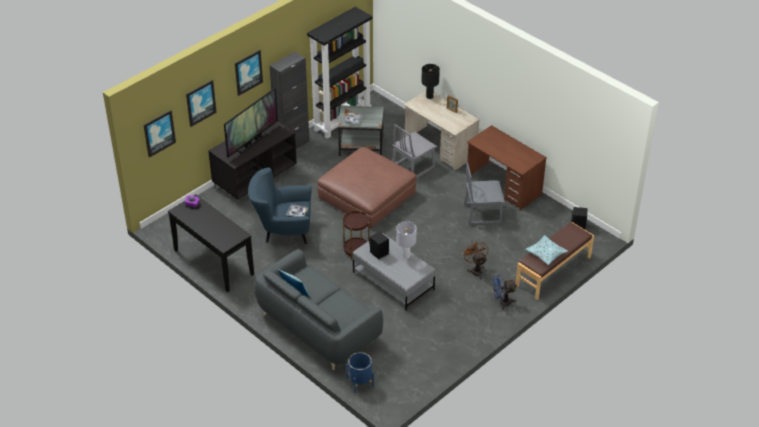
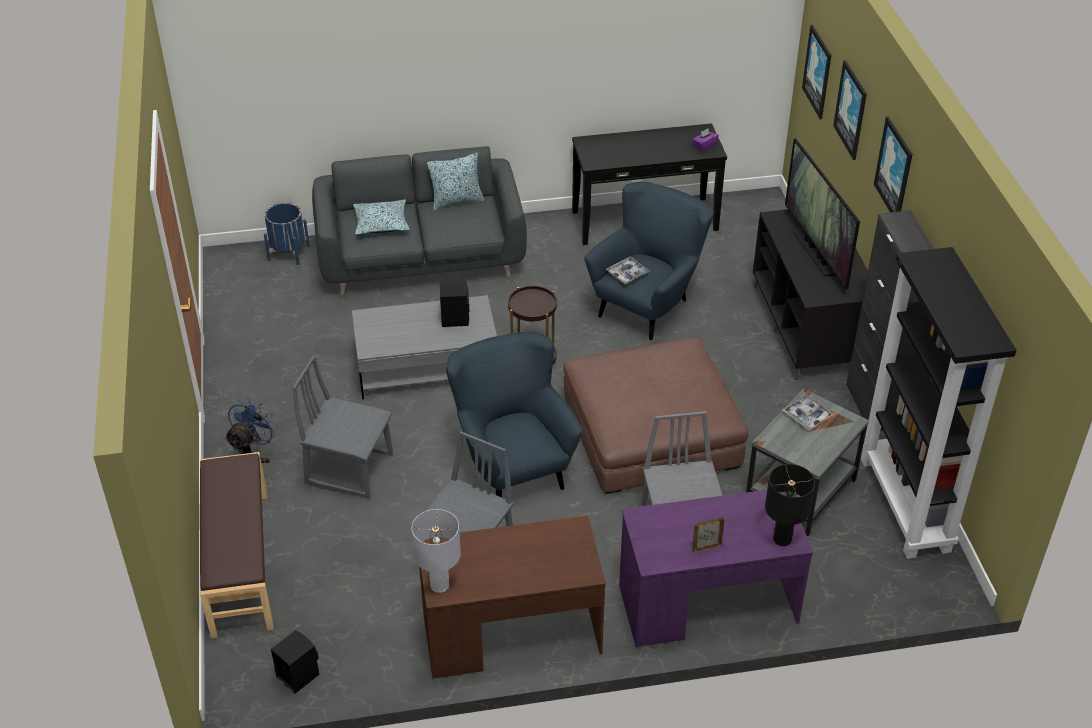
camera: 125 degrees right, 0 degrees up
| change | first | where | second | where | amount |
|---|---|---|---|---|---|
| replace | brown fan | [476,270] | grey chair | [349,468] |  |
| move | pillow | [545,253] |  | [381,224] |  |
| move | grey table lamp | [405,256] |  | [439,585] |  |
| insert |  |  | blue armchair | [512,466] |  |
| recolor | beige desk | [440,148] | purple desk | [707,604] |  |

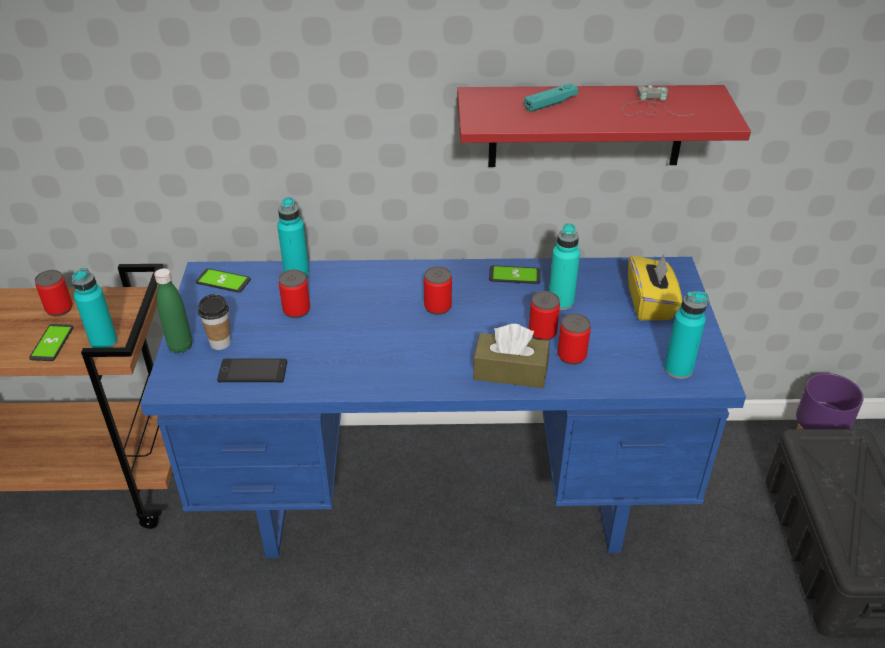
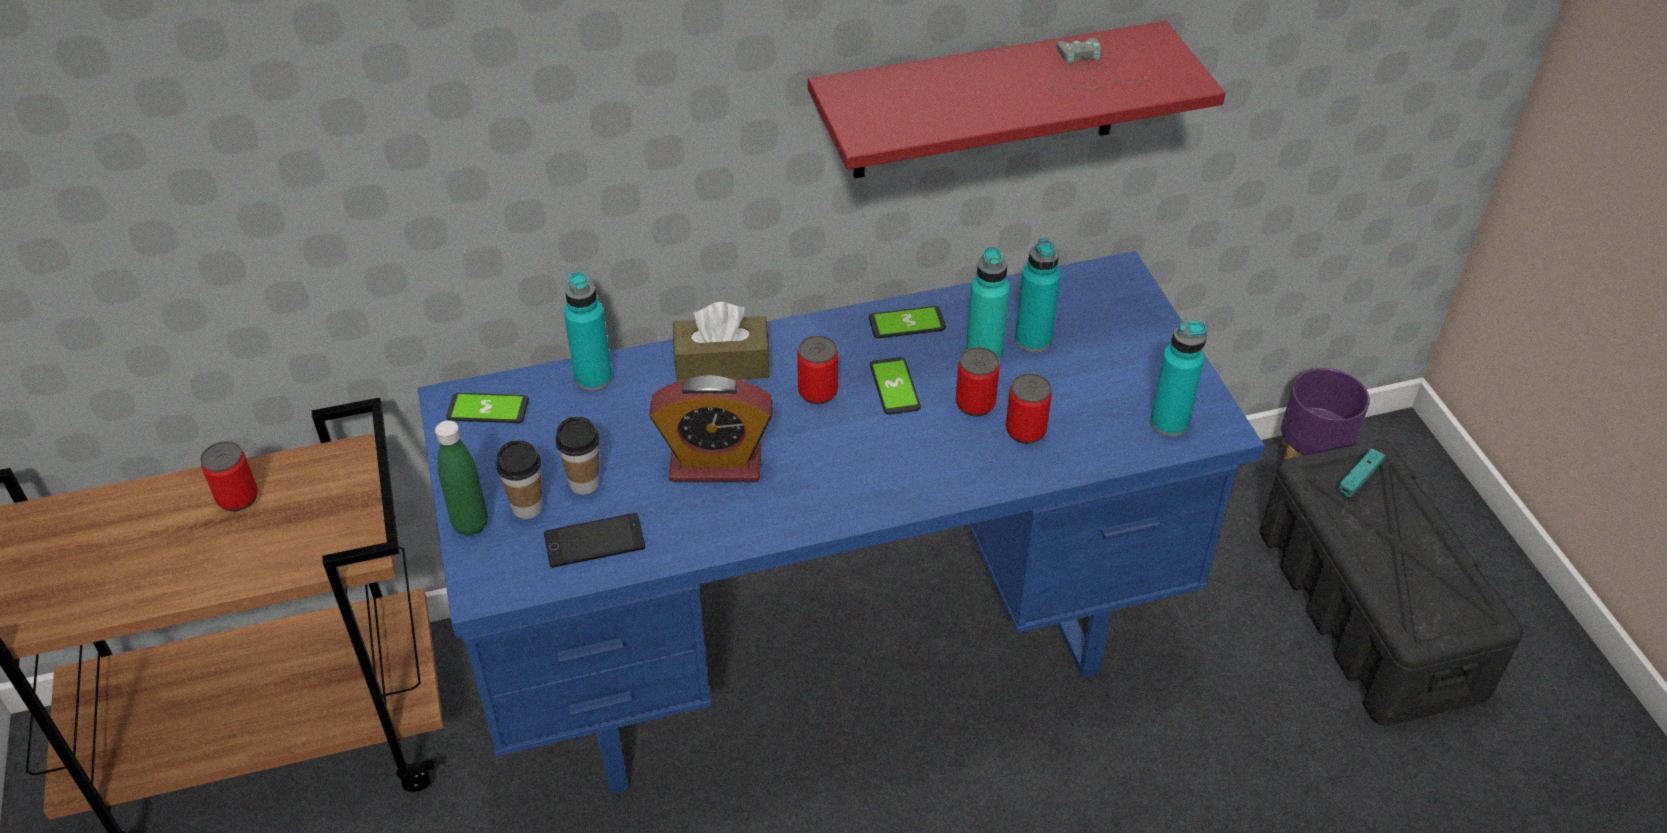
camera: 15 degrees left, 5 degrees up
| change | first | where | second | where | amount |
|---|---|---|---|---|---|
| insert |  |  | cup | [584,483] |  |
| insert |  |  | alarm clock | [715,464] |  |
| move | brown tissue box | [510,371] |  | [722,364] |  |
| move | phone | [52,343] |  | [894,387] |  |
| move | turquoise bottle | [104,342] |  | [1033,340] |  |
| move | turquoise game controller | [550,103] |  | [1359,478] |  |
| delete | can | [296,310] |  |  |  |
| delete | yellow tissue box | [650,304] |  |  |  |

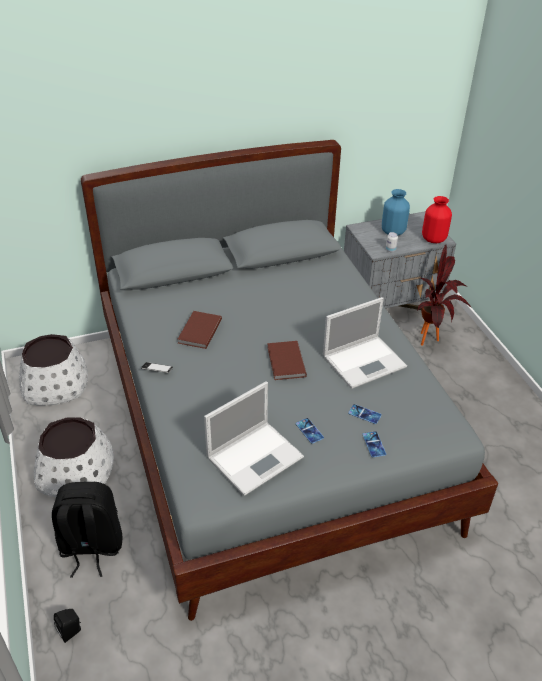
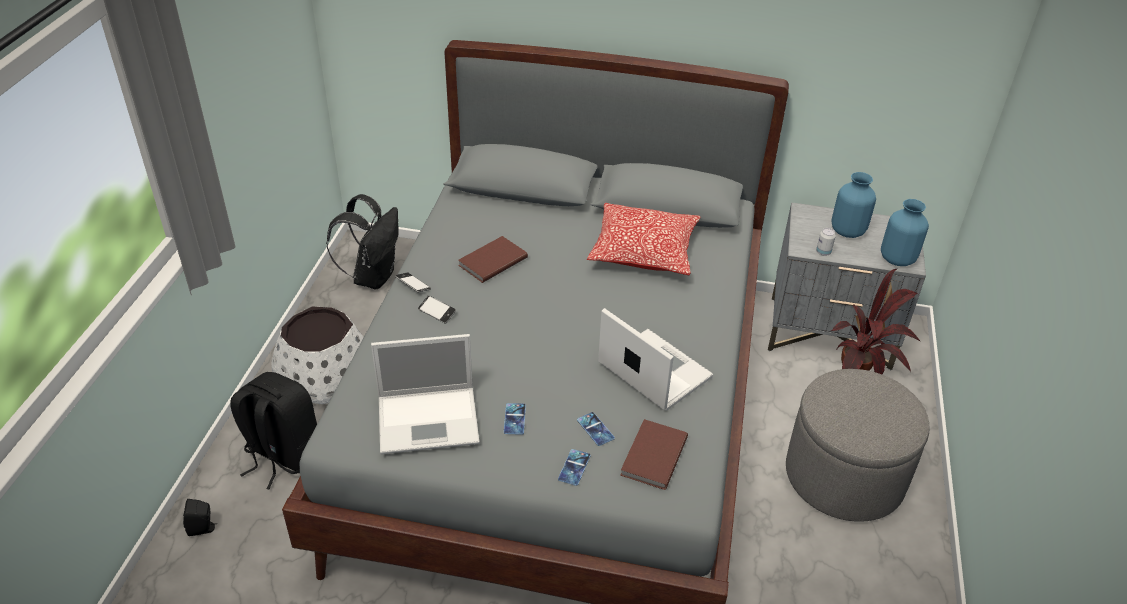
camera: 30 degrees right, 0 degrees up
| change | first | where | second | where | amount |
|---|---|---|---|---|---|
| replace | white planter | [56,385] | black backpack | [373,276] |  |
| insert |  |  | phone | [437,312] |  |
| insert |  |  | pillow | [643,251] |  |
| rotate | laptop | [365,361] |  | [652,369] | 135 degrees counterclockwise |
| move | brown book | [285,362] |  | [652,456] |  |
| insert |  |  | grey ottoman | [844,476] |  |
| recolor | red vase | [434,239] | blue vase | [898,259] |  |

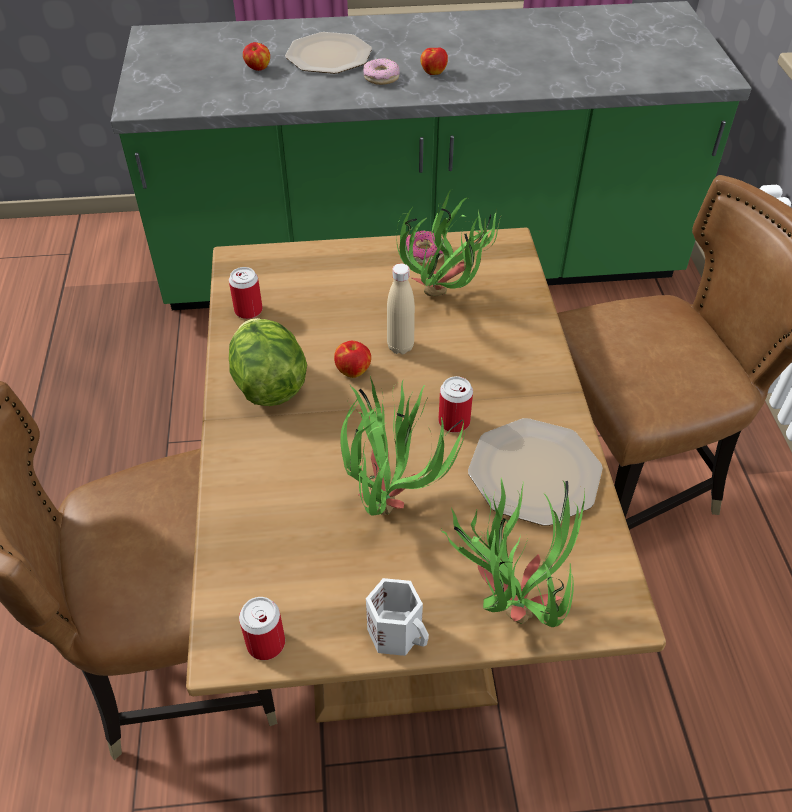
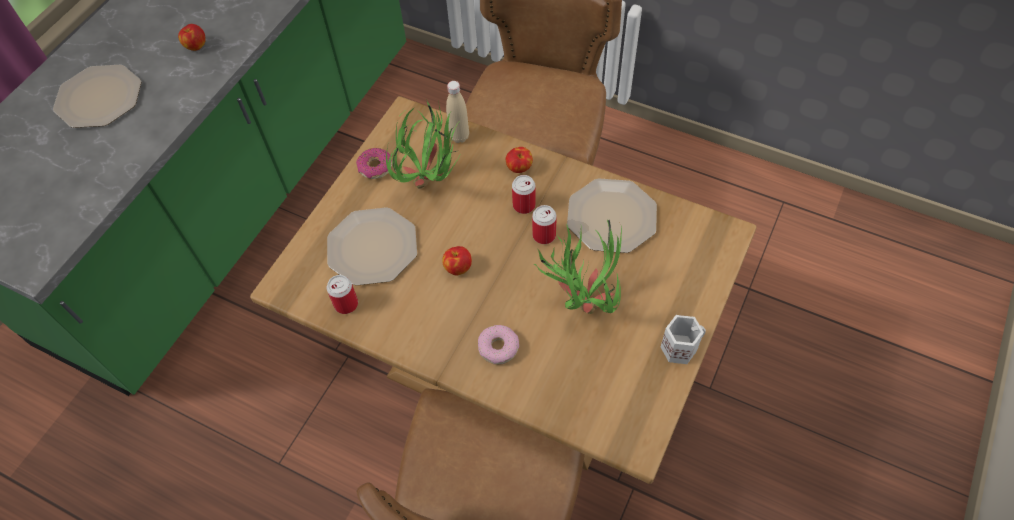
camera: 55 degrees left, 10 degrees up
| change | first | where | second | where | amount |
|---|---|---|---|---|---|
| insert |  |  | plate | [371,247] |  |
| move | beige bottle | [400,347] |  | [459,136] |  |
| move | donut | [381,77] |  | [498,347] |  |
| move | apple | [258,68] |  | [519,168] |  |
| move | can | [266,643] |  | [524,205] |  |
| delete | lettuce | [269,385] |  |  |  |
| delete | potted plant | [508,600] |  |  |  |

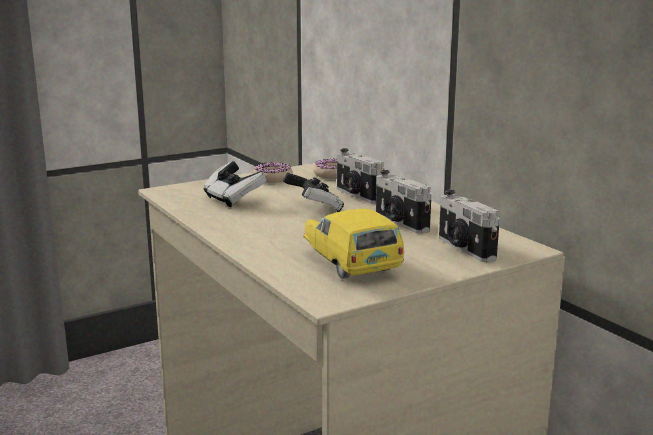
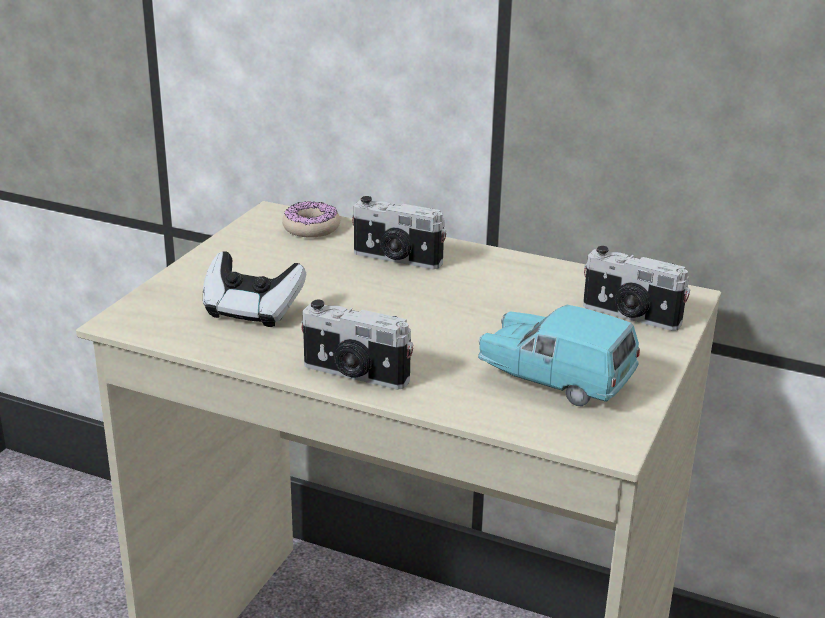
camera: 35 degrees left, 10 degrees up
| change | first | where | second | where | amount |
|---|---|---|---|---|---|
| move | photo camera | [399,223] |  | [355,375] |  |
| recolor | yellow toy car | [350,264] | turquoise toy car | [555,380] |  |
| delete | donut | [272,178] |  |  |  |
| delete | game controller | [314,210] |  |  |  |

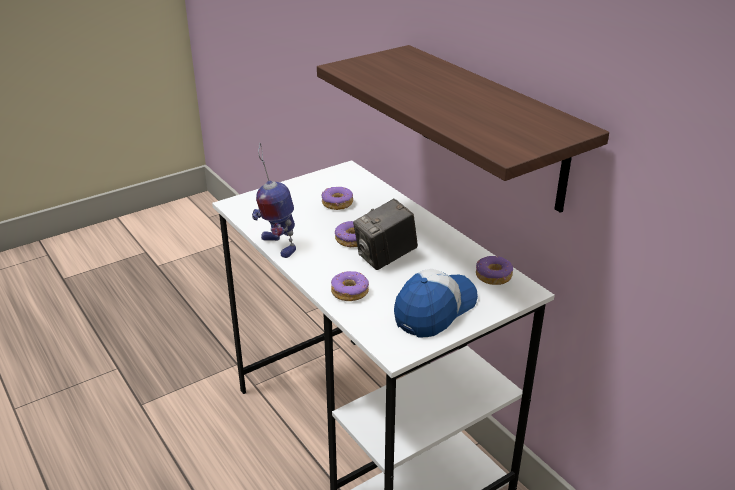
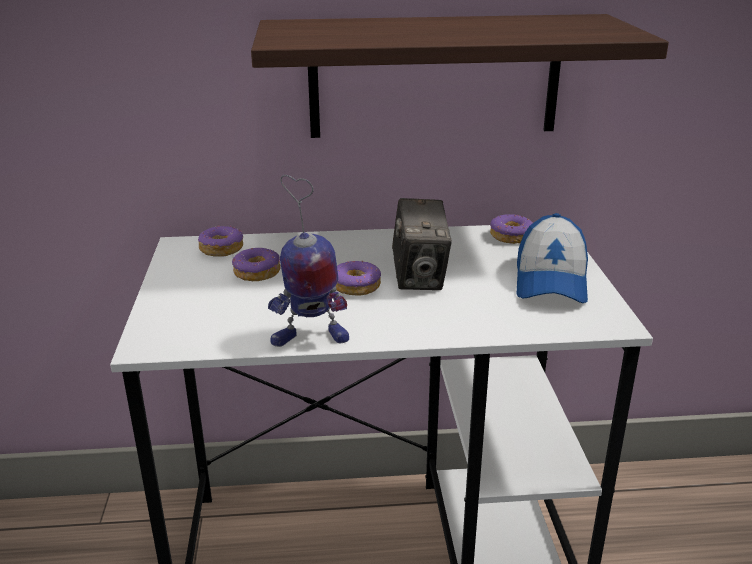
camera: 60 degrees left, 5 degrees down
| change | first | where | second | where | amount |
|---|---|---|---|---|---|
| move | donut | [350,292] |  | [221,249] |  |
| rotate | cap | [435,310] |  | [550,281] | 150 degrees counterclockwise |

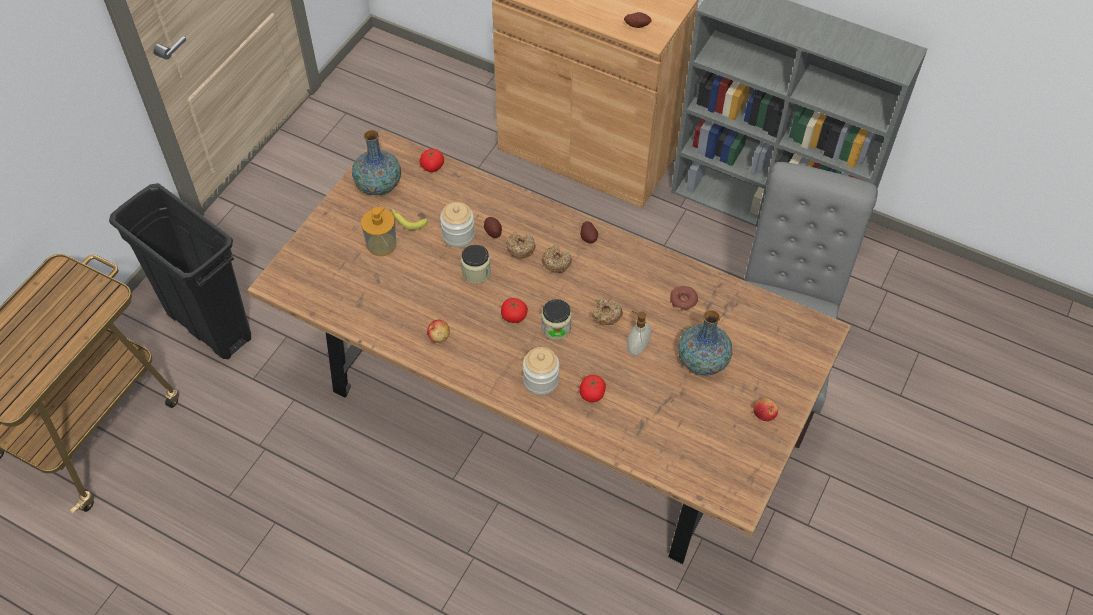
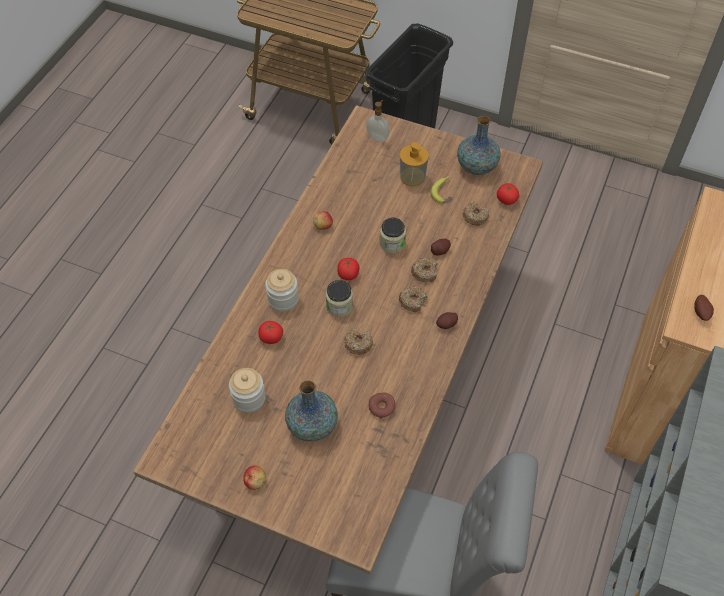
camera: 85 degrees right, 0 degrees up
| change | first | where | second | where | amount |
|---|---|---|---|---|---|
| move | jar | [458,235] |  | [249,398] |  |
| move | soap dispenser | [637,347] |  | [378,137] |  |
| insert |  |  | donut | [475,217] |  |

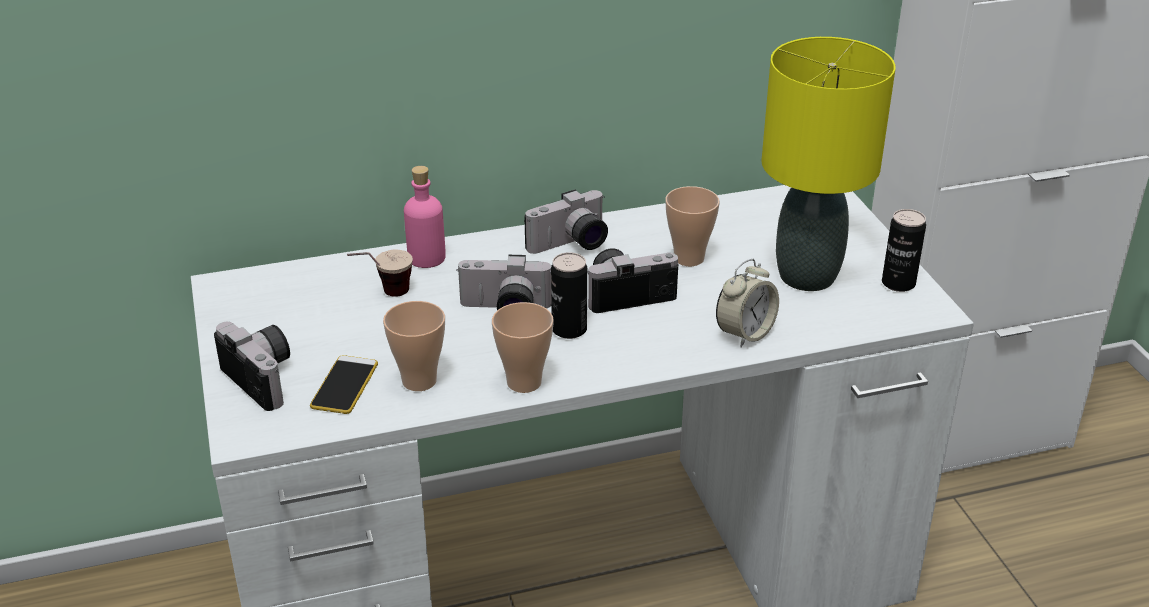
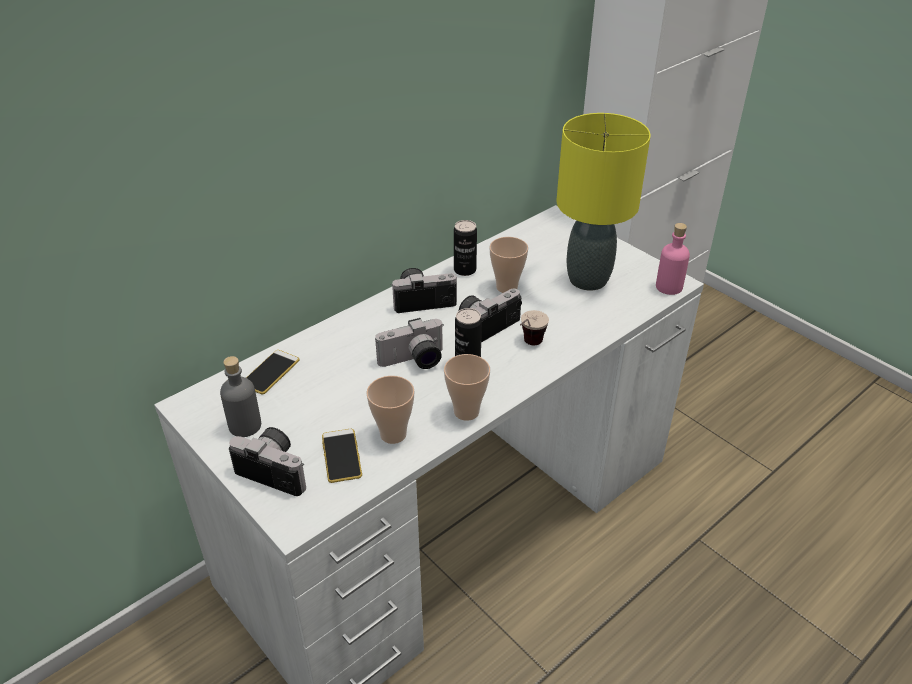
camera: 25 degrees left, 5 degrees up
| change | first | where | second | where | amount |
|---|---|---|---|---|---|
| insert |  |  | grey bottle | [245,425] |  |
| insert |  |  | phone | [270,372] |  |
| rotate | photo camera | [571,245] |  | [423,299] | 135 degrees counterclockwise |
| move | can | [898,283] |  | [465,270] |  |
| move | cup | [383,295] |  | [528,346] |  |
| move | pink bottle | [426,258] |  | [669,287] |  |
| delete | alarm clock | [745,333] |  |  |  |

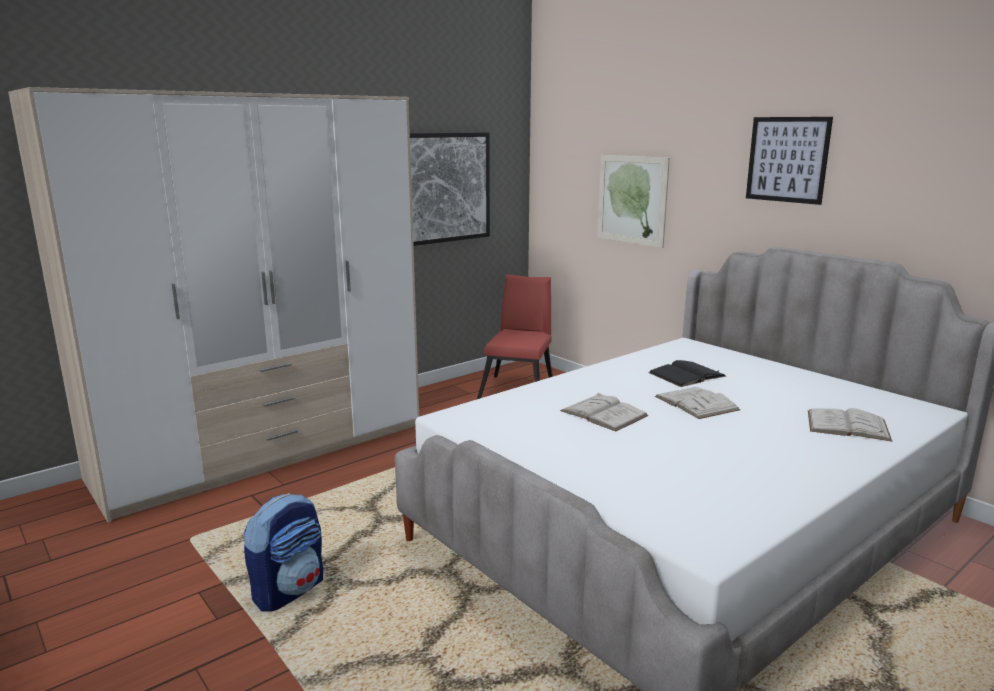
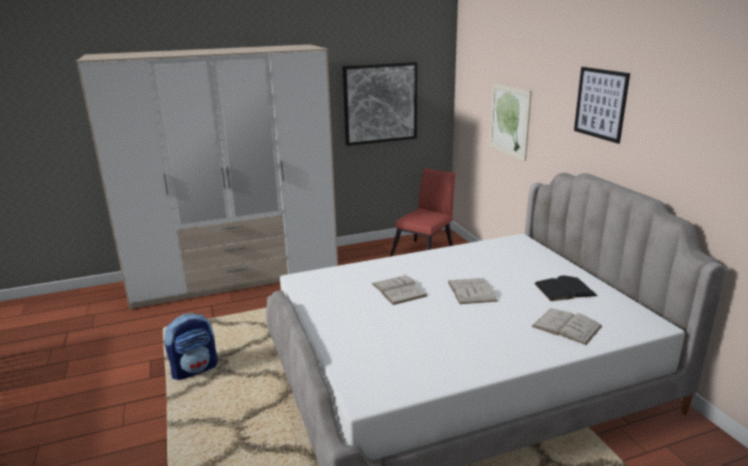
camera: 20 degrees right, 5 degrees up
| change | first | where | second | where | amount |
|---|---|---|---|---|---|
| move | black book | [687,374] |  | [565,289] |  |

